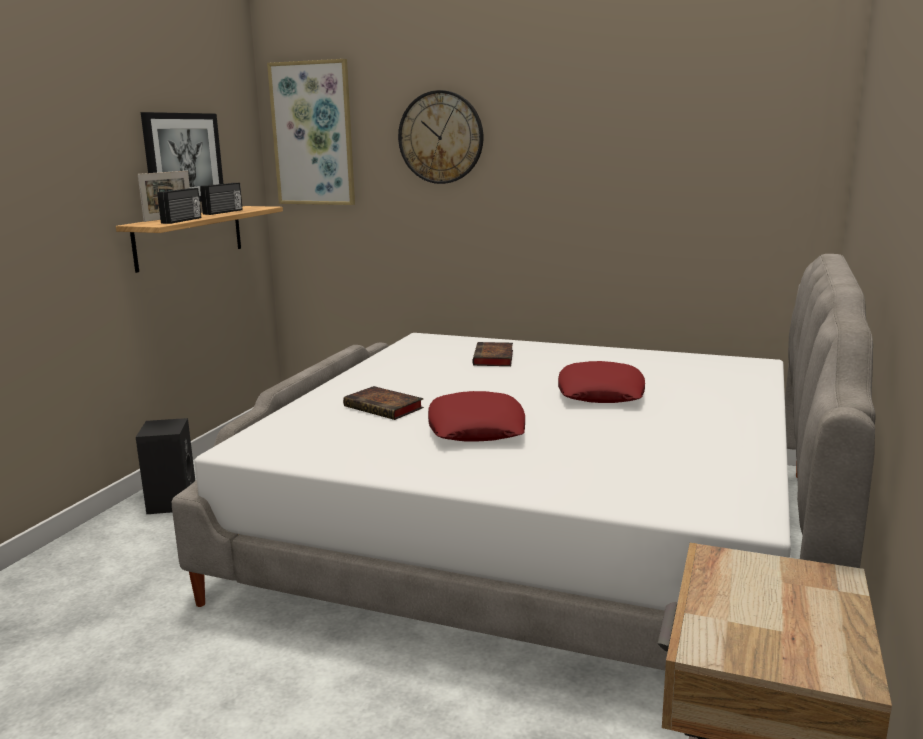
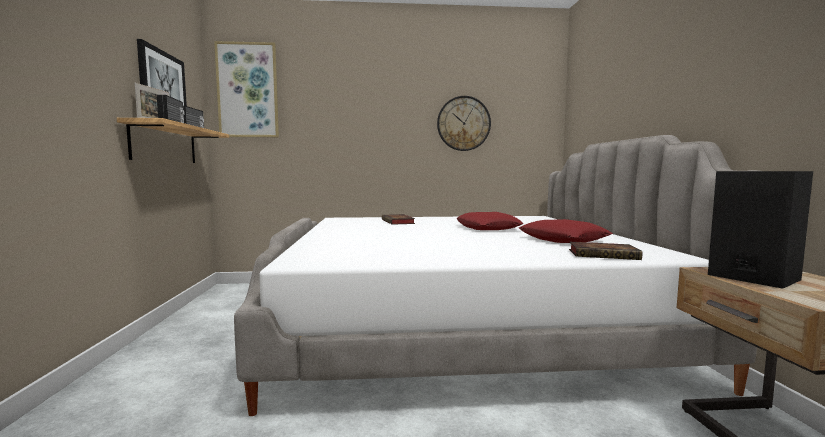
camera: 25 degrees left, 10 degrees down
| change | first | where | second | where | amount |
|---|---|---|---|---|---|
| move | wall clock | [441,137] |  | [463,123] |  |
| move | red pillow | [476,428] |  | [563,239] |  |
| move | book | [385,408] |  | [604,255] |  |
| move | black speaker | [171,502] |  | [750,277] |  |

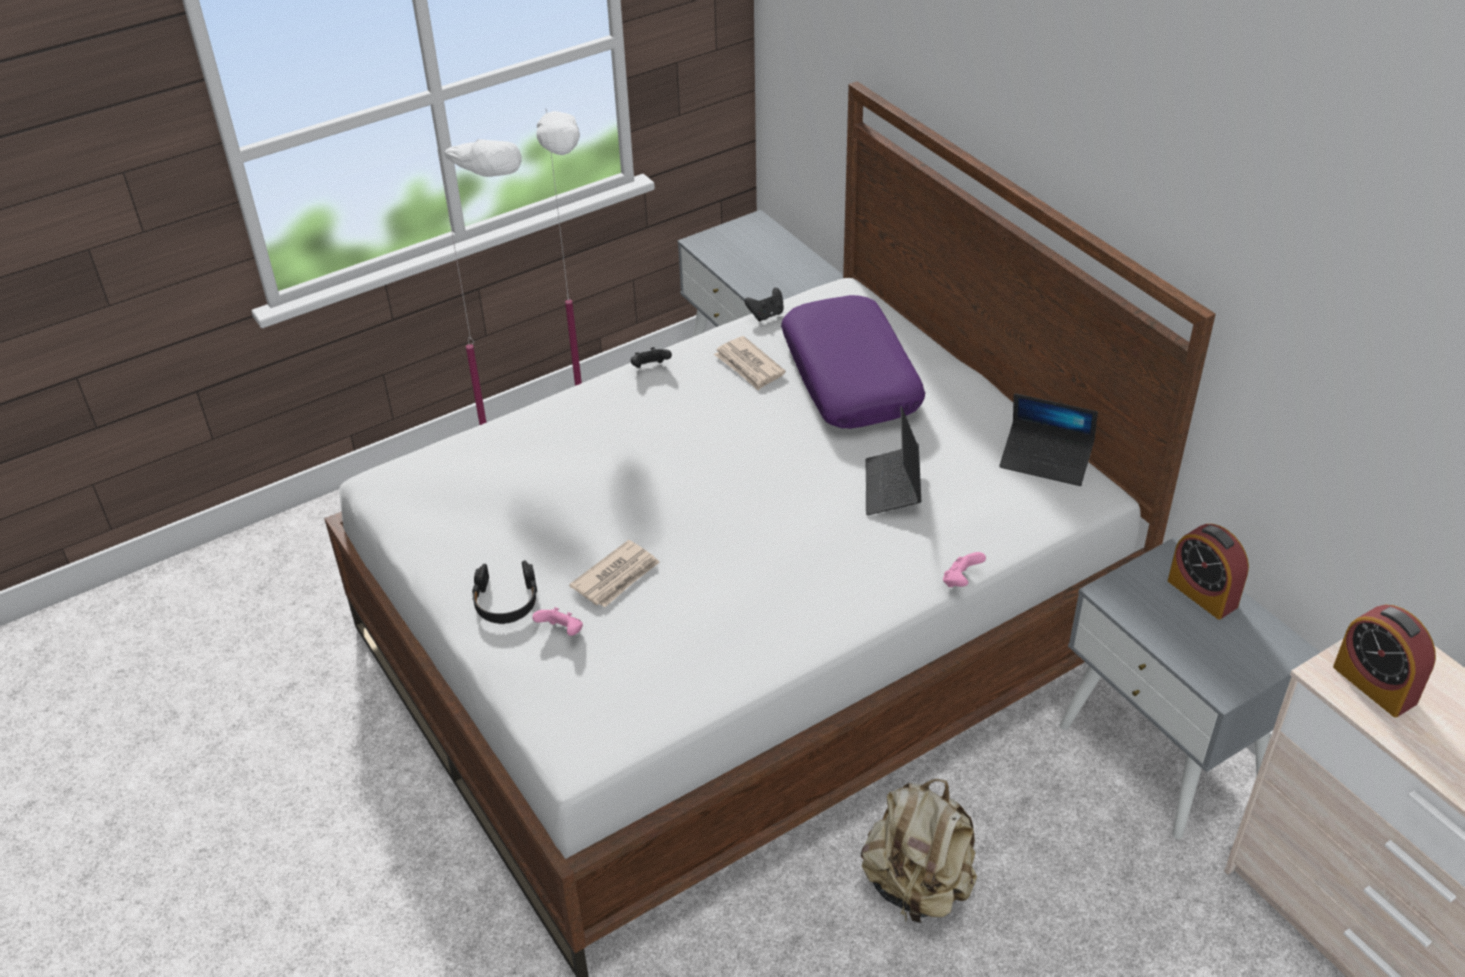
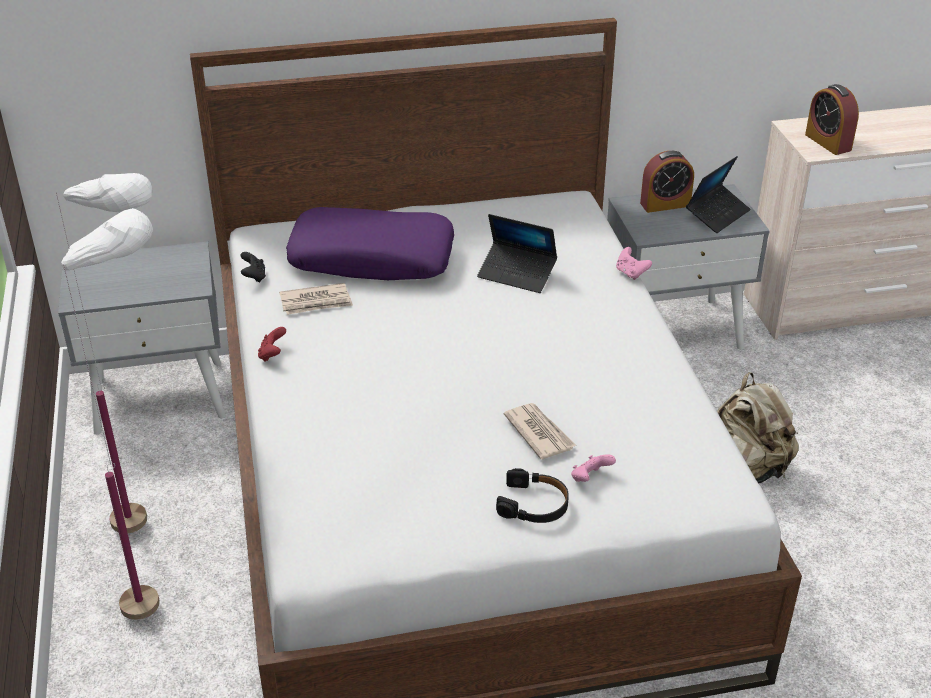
camera: 70 degrees left, 5 degrees down
| change | first | where | second | where | amount |
|---|---|---|---|---|---|
| recolor | black game controller | [650,368] | red game controller | [272,354] |  |
| move | laptop | [1046,460] |  | [717,214] |  |
| rotate | alarm clock | [1374,684] |  | [828,142] | 75 degrees clockwise |

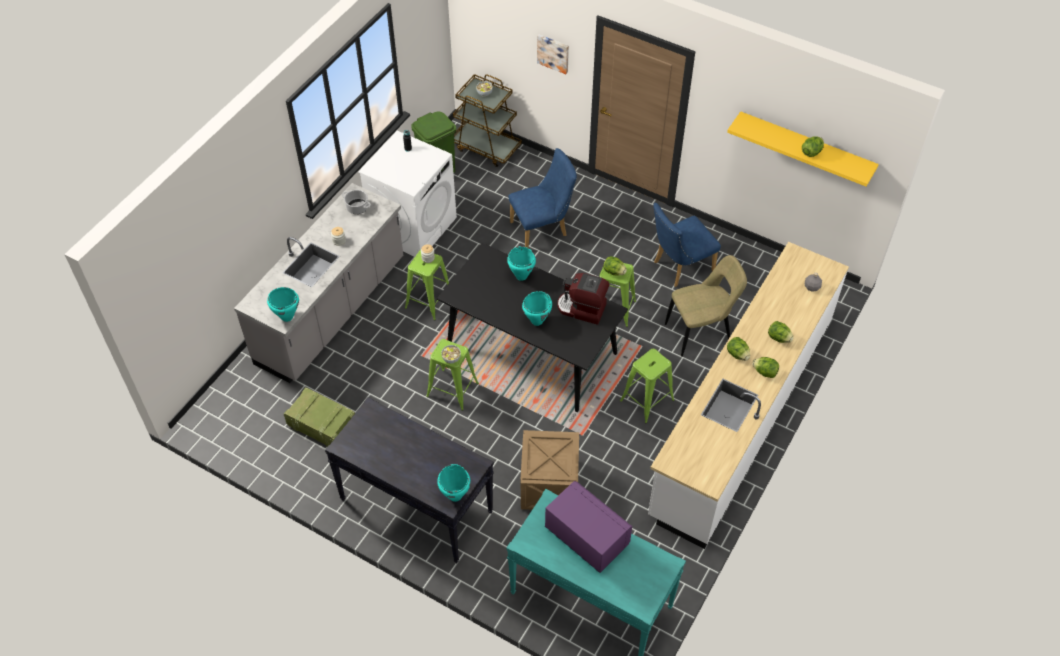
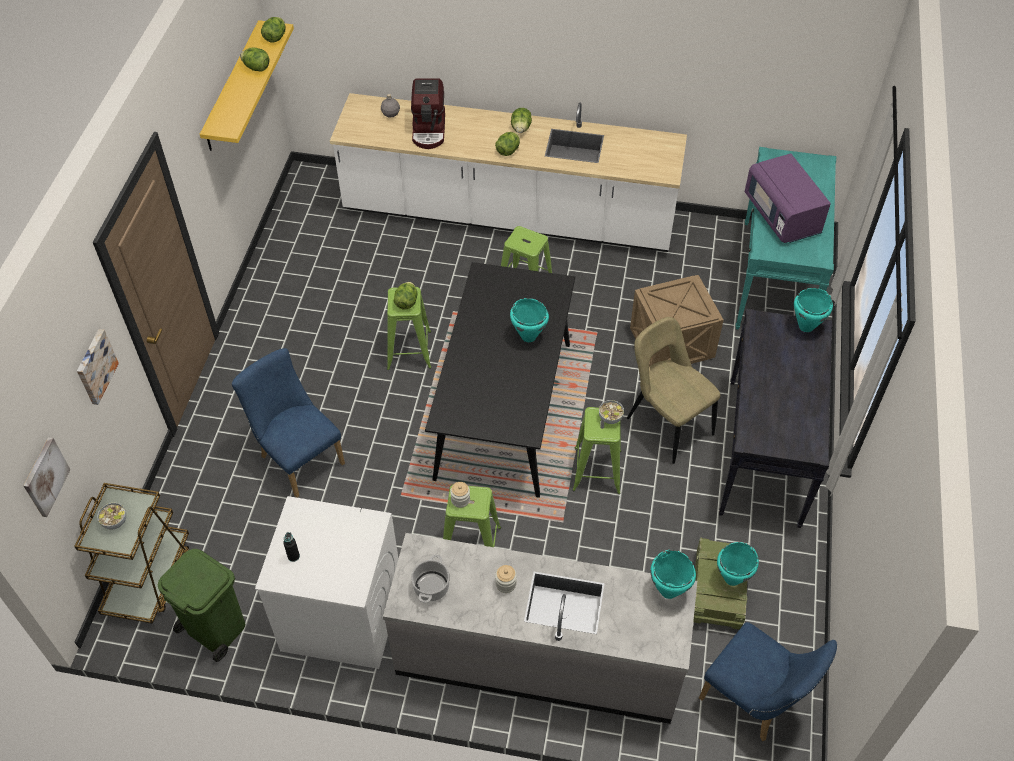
camera: 110 degrees left, 0 degrees up
| change | first | where | second | where | amount |
|---|---|---|---|---|---|
| insert |  |  | picture | [45,477] |  |
| move | lettuce | [778,338] |  | [275,38] |  |
| move | coffee machine | [581,309] |  | [429,130] |  |
| move | beige chair | [701,333] |  | [666,424] |  |
| move | blue chair | [679,267] |  | [754,701] |  |
| move | turquoise cooking pot | [521,276] |  | [732,578] |  |
| rotate | purple microwave | [586,537] |  | [782,215] | 45 degrees counterclockwise |

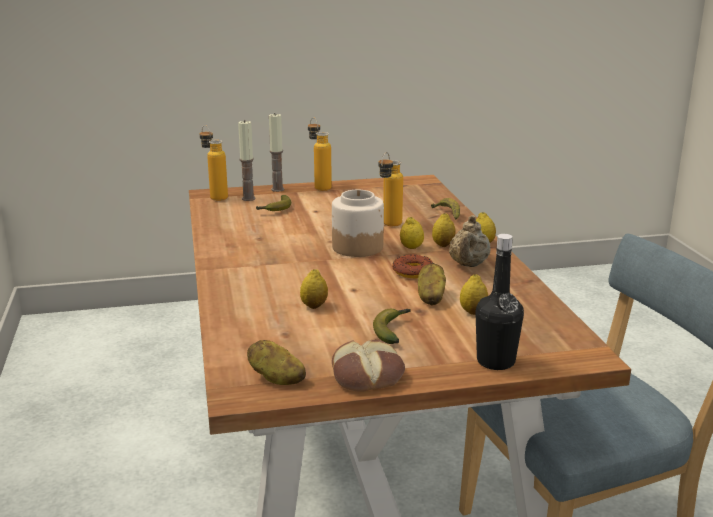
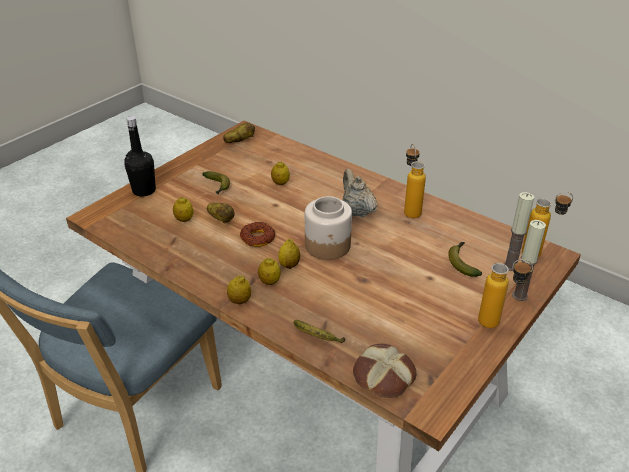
camera: 140 degrees right, 15 degrees up
| change | first | where | second | where | amount |
|---|---|---|---|---|---|
| move | beige teapot | [468,265] |  | [357,211] |  |
| move | bread | [368,375] |  | [382,377] |  |
| move | bottle | [389,226] |  | [410,210] |  |

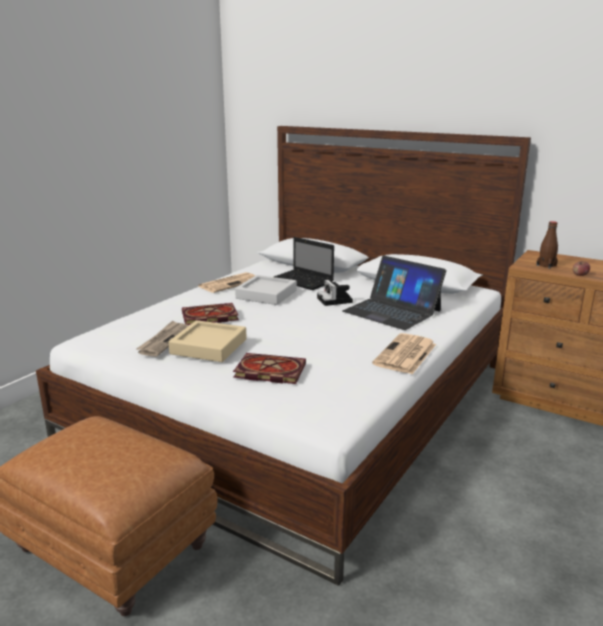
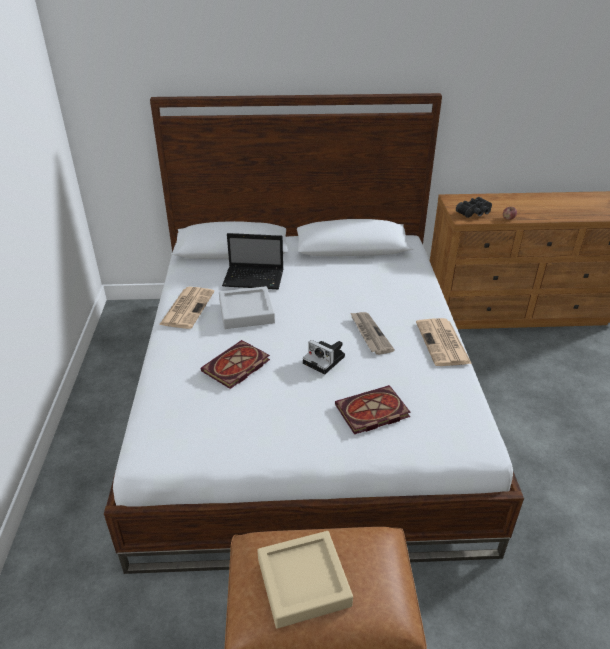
camera: 35 degrees left, 15 degrees up
| change | first | where | second | where | amount |
|---|---|---|---|---|---|
| move | beige tray | [209,346] |  | [303,582] |  |
| move | photo camera | [335,300] |  | [325,360] |  |
| move | newspaper | [164,340] |  | [369,334] |  |
| replace | brown bottle | [546,265] | black binoculars | [475,213] |  |
| delete | laptop | [392,311] |  |  |  |

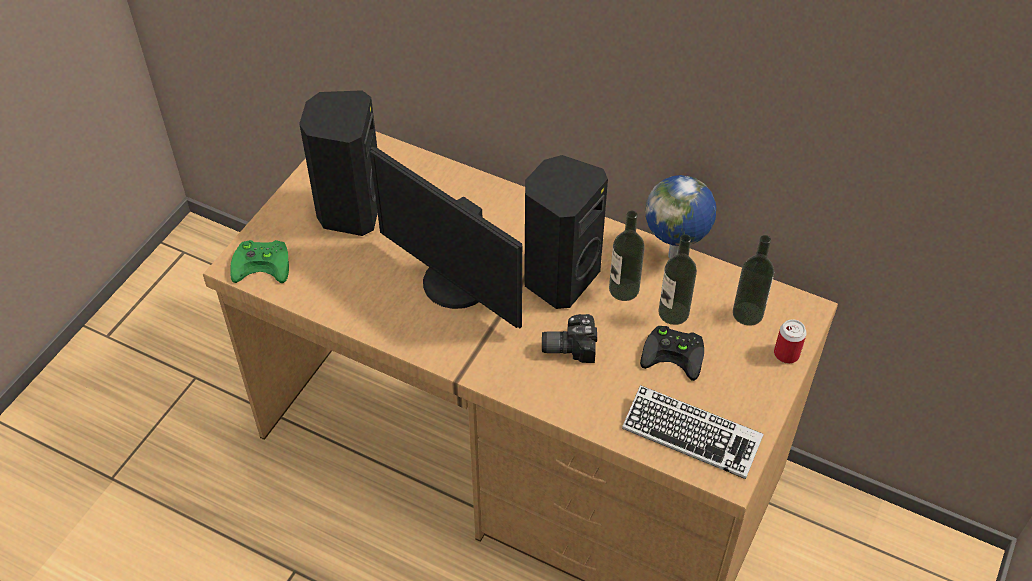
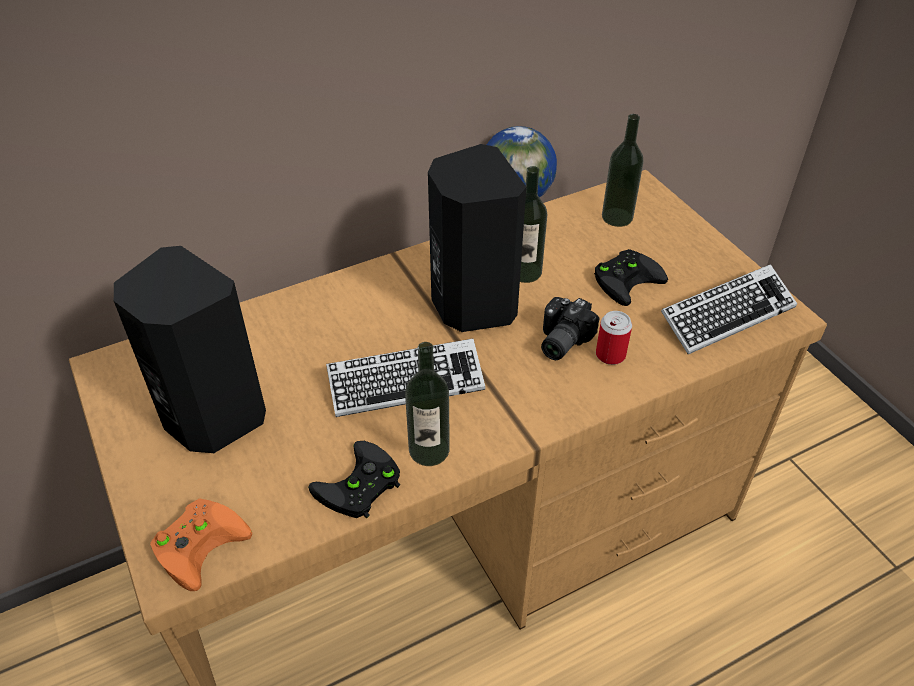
camera: 55 degrees left, 5 degrees down
| change | first | where | second | where | amount |
|---|---|---|---|---|---|
| recolor | green game controller | [264,263] | orange game controller | [200,541] |  |
| insert |  |  | black game controller | [359,487] |  |
| replace | monitor | [454,284] | keyboard | [406,383] |  |
| move | bottle | [673,313] |  | [429,450] |  |
| move | can | [786,354] |  | [610,355] |  |

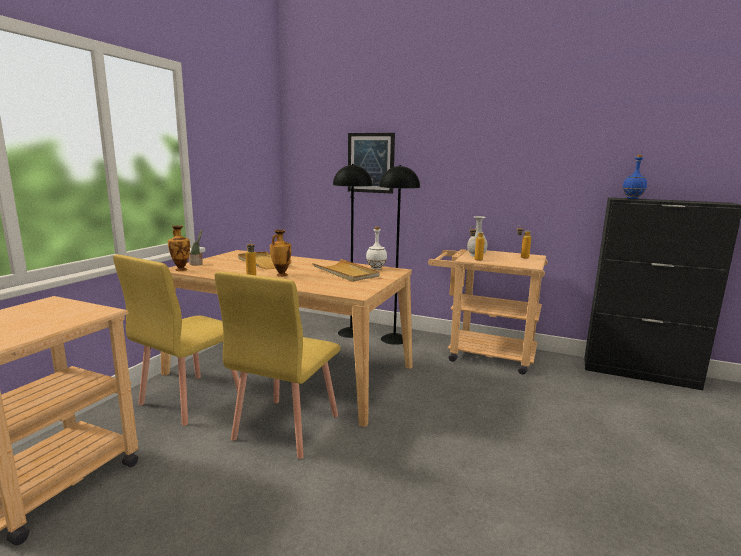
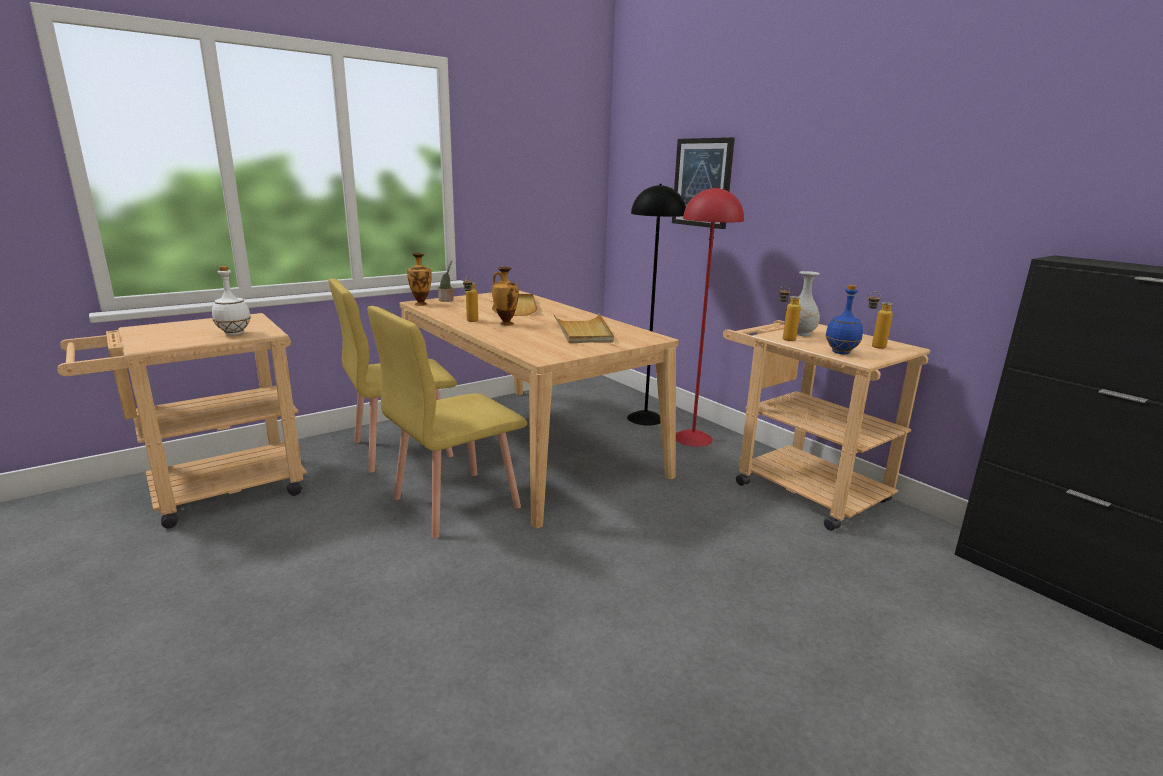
camera: 30 degrees right, 5 degrees up
| change | first | where | second | where | amount |
|---|---|---|---|---|---|
| move | white bottle | [376,268] |  | [234,333] |  |
| recolor | black floor lamp | [394,339] | red floor lamp | [693,438] |  |
| move | blue bottle | [633,198] |  | [841,353] |  |

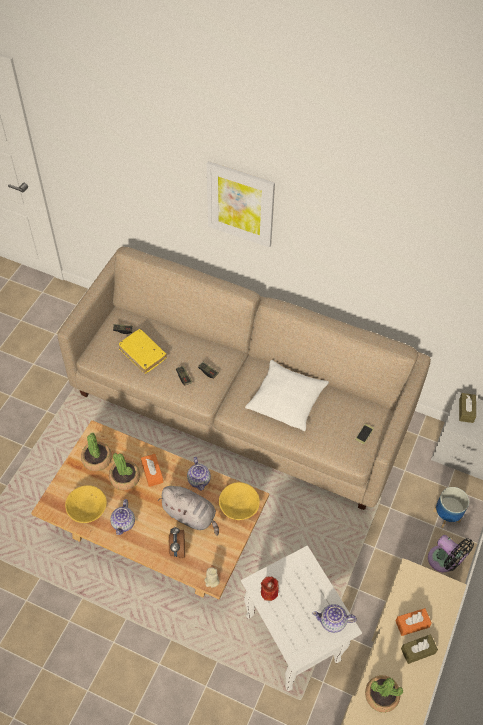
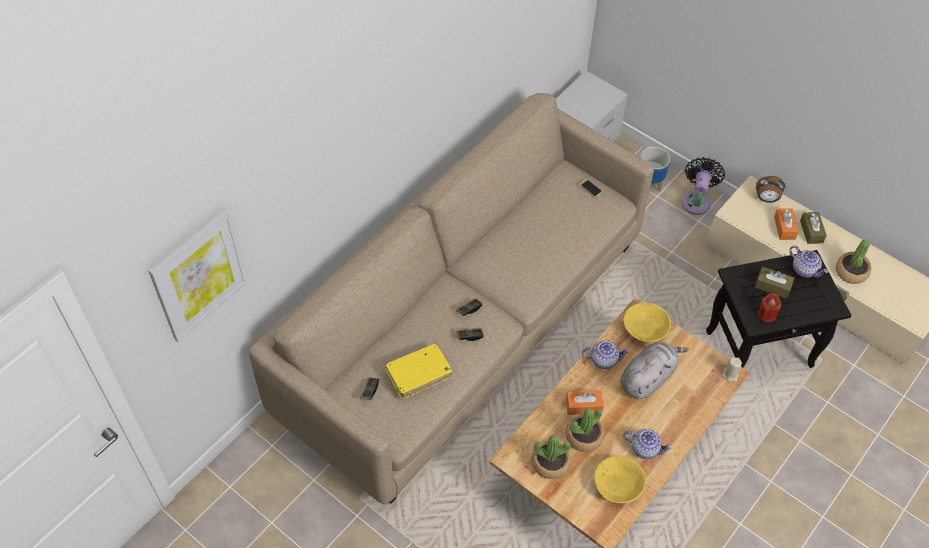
camera: 75 degrees left, 0 degrees up
| change | first | where | second | where | amount |
|---|---|---|---|---|---|
| move | picture | [240,204] |  | [199,274] |  |
| rotate | black fan | [444,561] |  | [696,201] | 45 degrees counterclockwise |
| recolor | white side table | [294,639] | black side table | [759,348] |  |
| move | brown tissue box | [466,411] |  | [772,286] |  |
| move | alarm clock | [177,549] |  | [766,199] |  |
| rotate | teapot | [333,622] |  | [804,269] | 60 degrees counterclockwise |
| delete | white pillow | [287,400] |  |  |  |

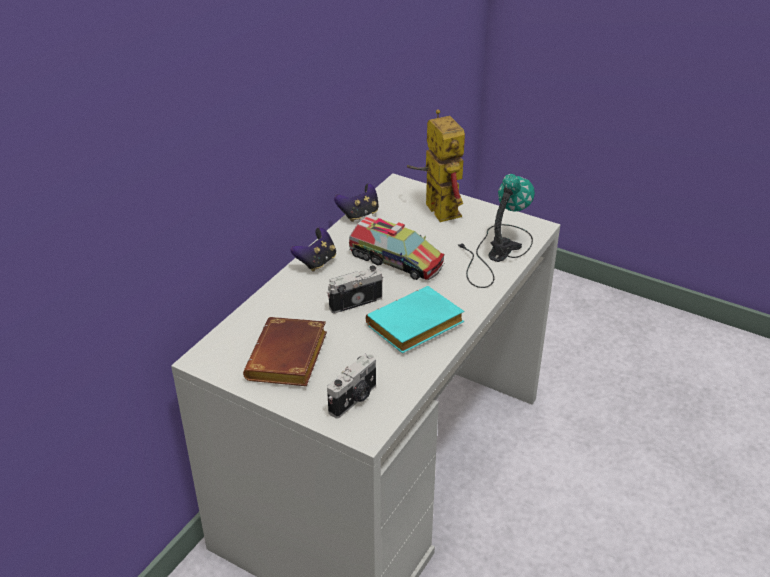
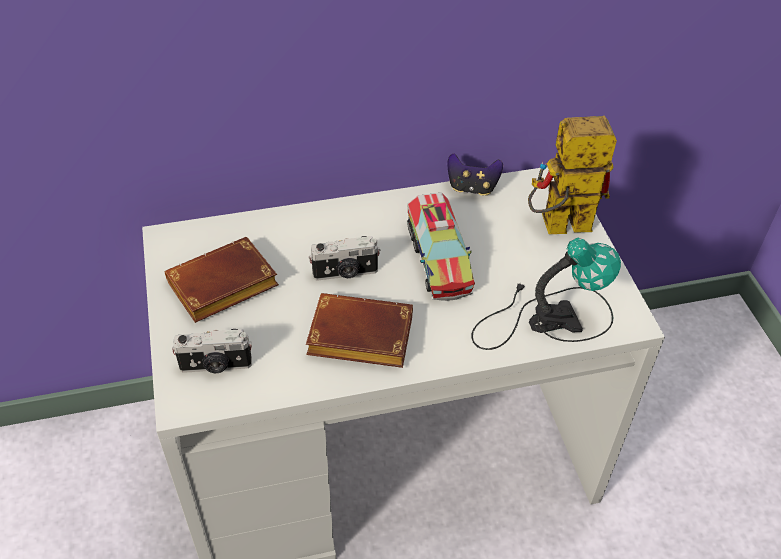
camera: 45 degrees right, 10 degrees up
| change | first | where | second | where | amount |
|---|---|---|---|---|---|
| recolor | turquoise book | [414,328] | brown book | [357,338] |  |
| rotate | photo camera | [354,301] |  | [345,273] | 150 degrees clockwise |
| rotate | toy robot | [435,207] |  | [556,227] | 120 degrees counterclockwise |
| delete | game controller | [316,262] |  |  |  |

